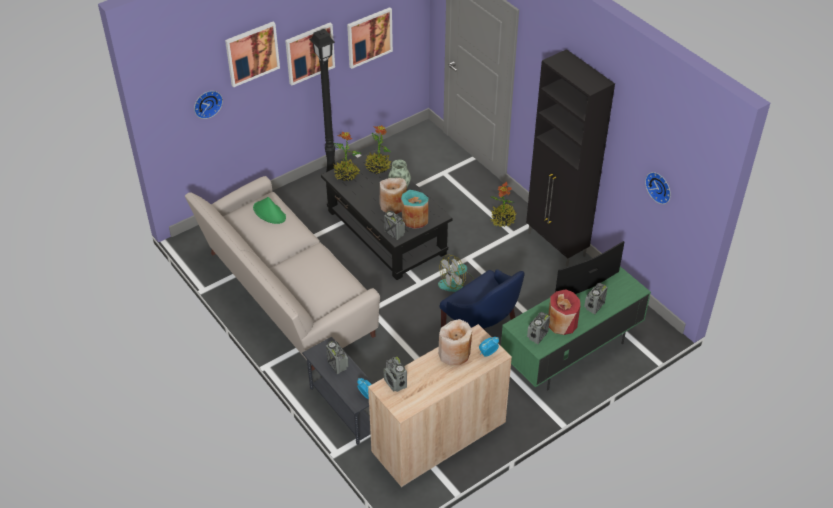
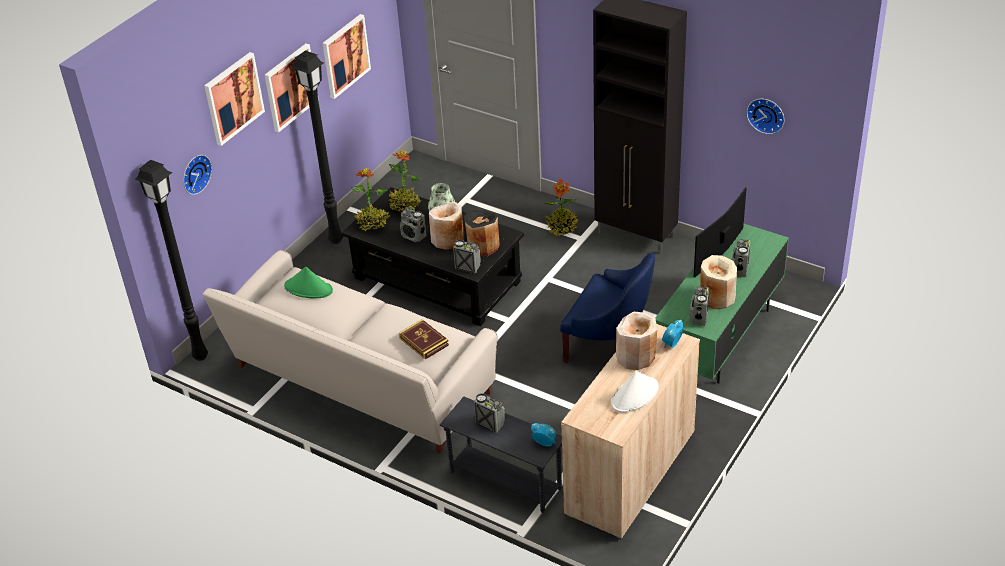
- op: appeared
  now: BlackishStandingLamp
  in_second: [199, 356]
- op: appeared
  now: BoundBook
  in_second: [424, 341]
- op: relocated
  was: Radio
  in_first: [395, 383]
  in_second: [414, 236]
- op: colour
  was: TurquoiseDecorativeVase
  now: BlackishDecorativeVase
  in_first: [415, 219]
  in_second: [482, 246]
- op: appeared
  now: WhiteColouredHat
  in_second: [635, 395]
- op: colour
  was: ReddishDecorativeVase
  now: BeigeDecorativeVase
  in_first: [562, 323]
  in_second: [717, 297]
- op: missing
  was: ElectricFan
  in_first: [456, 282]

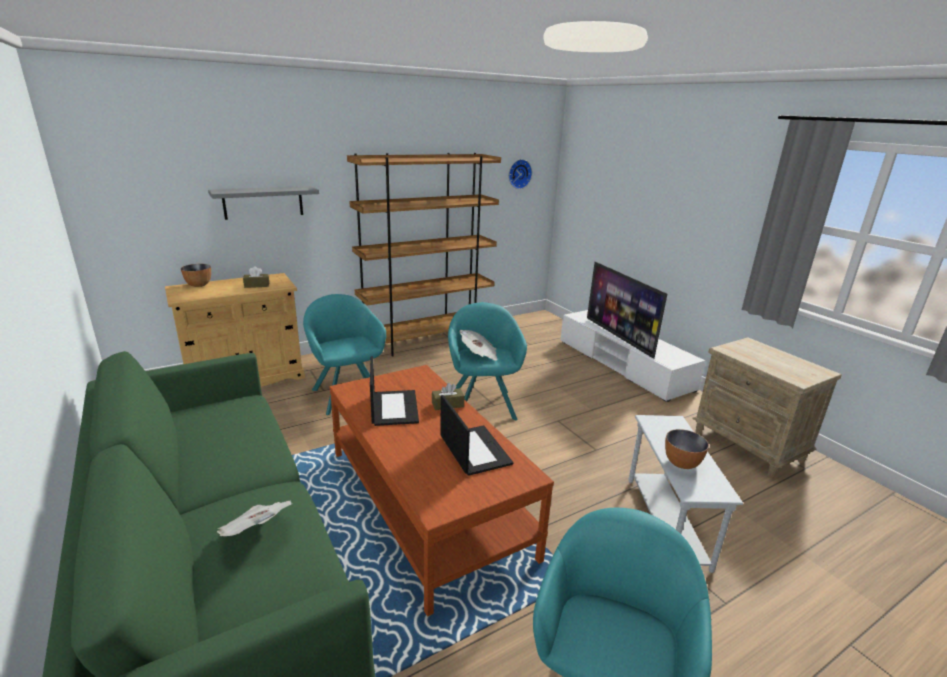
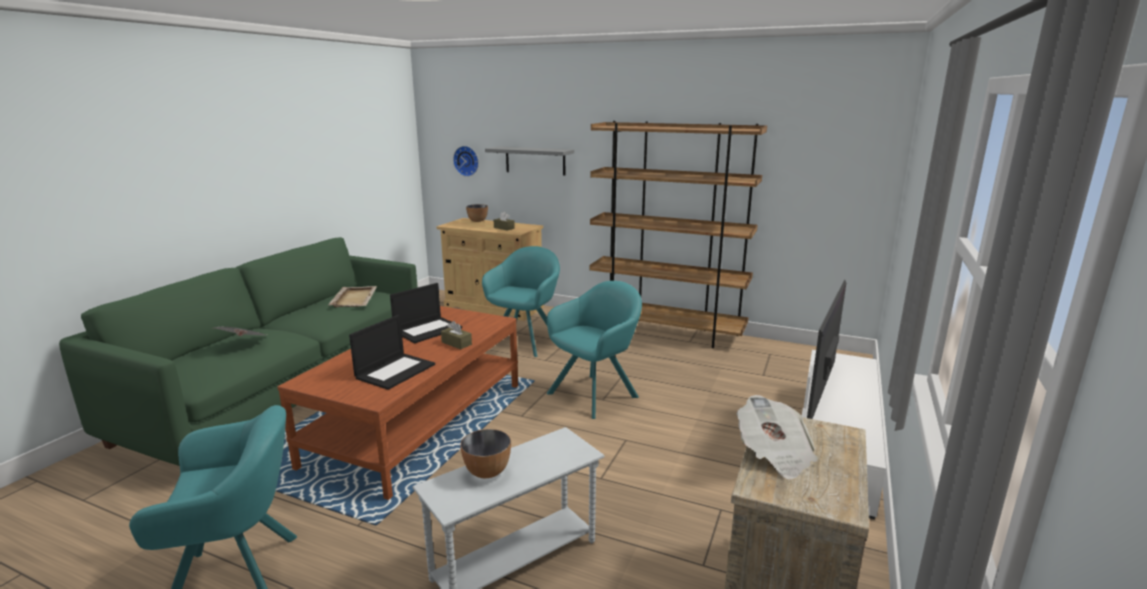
- op: appeared
  now: BeigeCarryingTray
  in_second: [354, 298]
- op: relocated
  was: HangingClock
  in_first: [519, 174]
  in_second: [467, 161]
- op: relocated
  was: DailyPaper
  in_first: [479, 355]
  in_second: [774, 455]

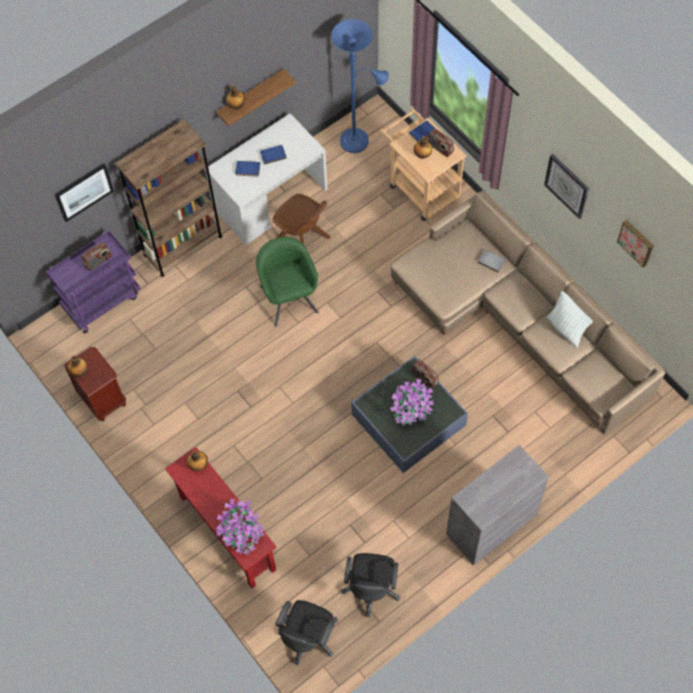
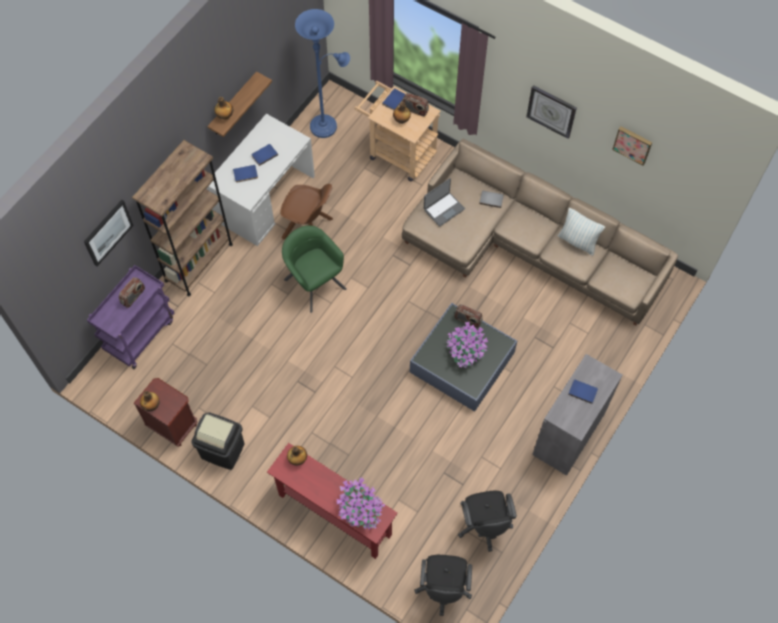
- op: appeared
  now: BlackishTrashCan
  in_second: [223, 450]
- op: appeared
  now: NotebookComputer
  in_second: [443, 209]
- op: appeared
  now: BluishBoundBook
  in_second: [583, 391]

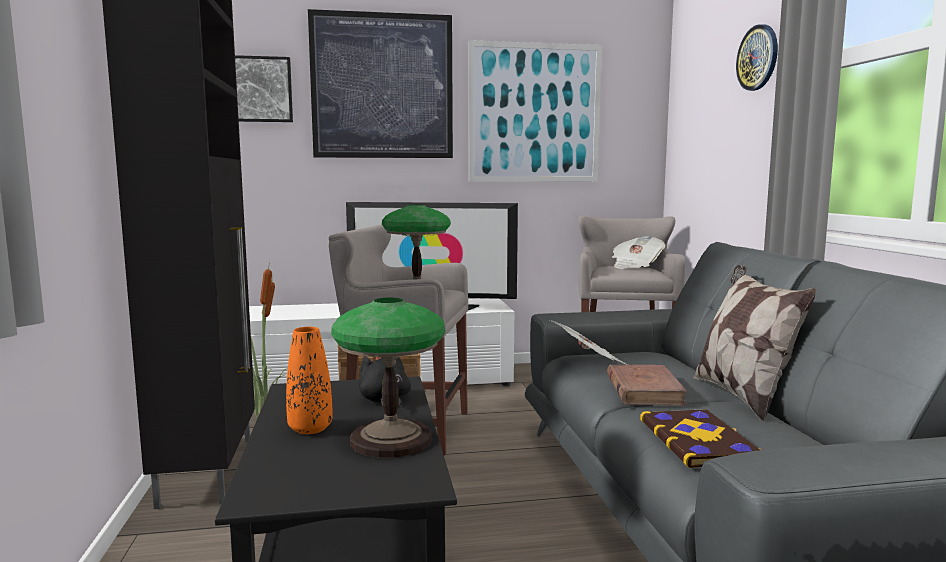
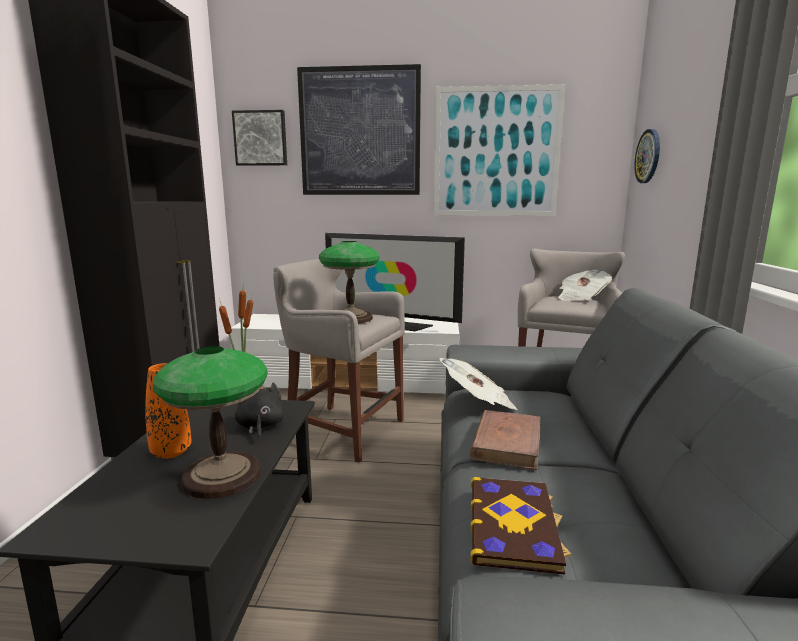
- op: relocated
  was: HangingClock
  in_first: [758, 58]
  in_second: [648, 156]
- op: missing
  was: ThrowPillow
  in_first: [742, 396]

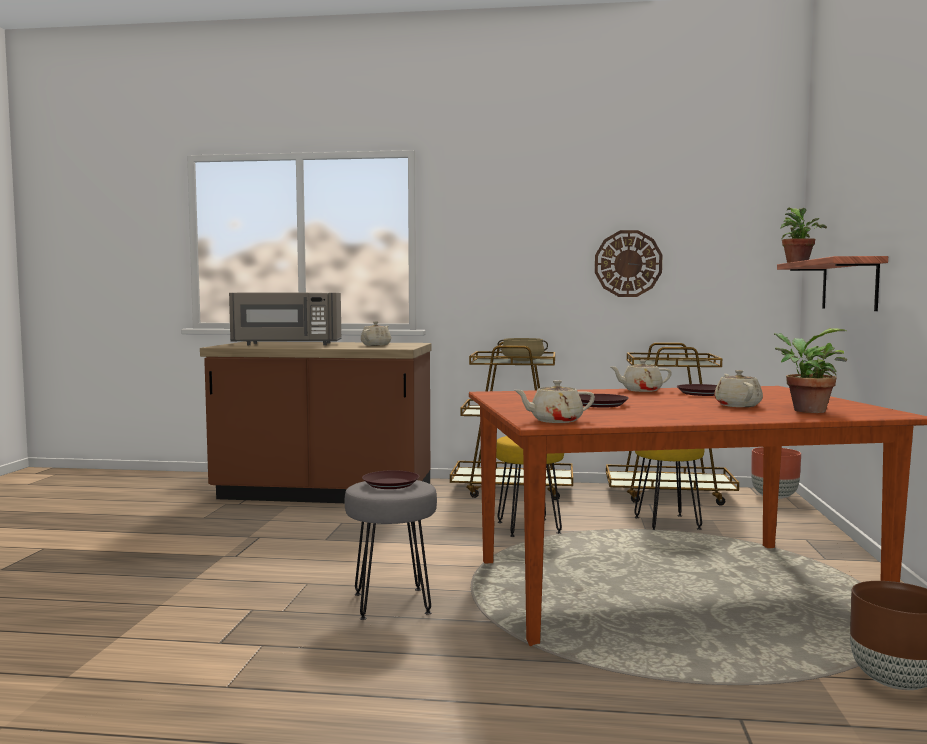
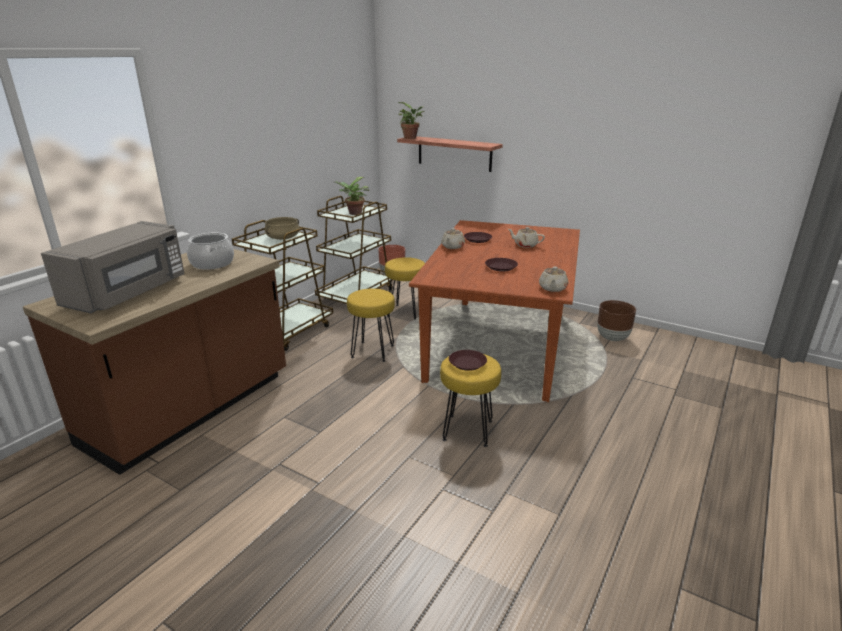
- op: exchanged
  was: BeigeTeapot
  now: CookingPot
  in_first: [376, 345]
  in_second: [213, 263]
- op: relocated
  was: PottedPlant
  in_first: [805, 410]
  in_second: [353, 213]
- op: colour
  was: GreyStoolSeat
  now: YellowStoolSeat
  in_first: [390, 603]
  in_second: [467, 430]
- op: missing
  was: HangingClock
  in_first: [628, 263]

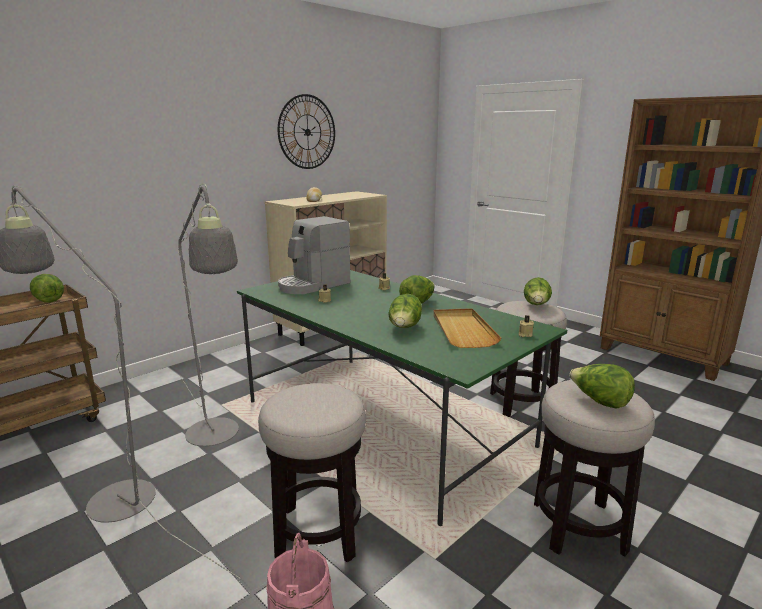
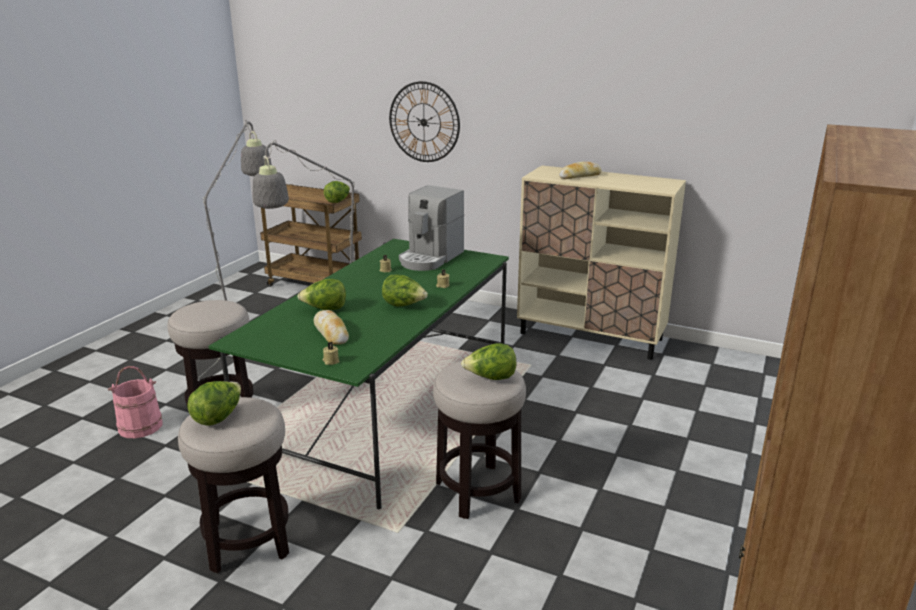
- op: exchanged
  was: BeigeCarryingTray
  now: BakeryBread
  in_first: [462, 330]
  in_second: [331, 332]
- op: relocated
  was: HangingClock
  in_first: [307, 132]
  in_second: [424, 122]
- op: spun
  was: CoffeeMaker
  in_first: [313, 285]
  in_second: [430, 258]
  clockwise: -90

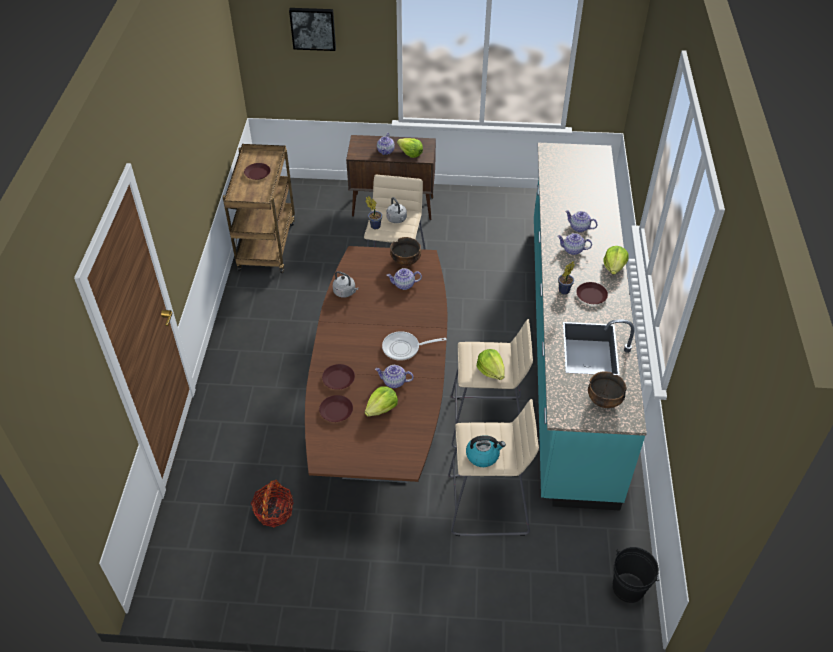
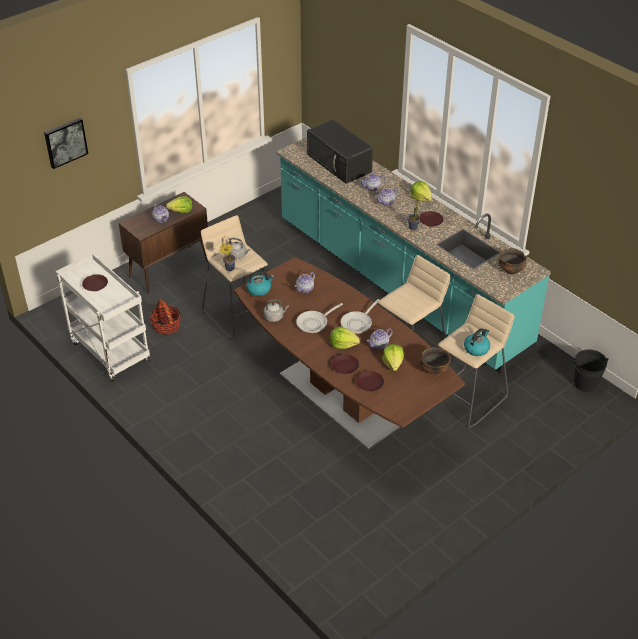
- op: colour
  was: BrownColouredTrolley
  now: WhiteColouredTrolley
  in_first: [266, 244]
  in_second: [108, 351]
- op: relocated
  was: Basket
  in_first: [274, 511]
  in_second: [166, 326]
- op: appeared
  now: Kettle
  in_second: [259, 289]
- op: appeared
  now: Skillet
  in_second: [314, 323]
- op: appeared
  now: BlackishMicrowaveOven
  in_second: [340, 163]
- op: relocated
  was: LettuceHead
  in_first: [491, 370]
  in_second: [343, 344]
- op: relocated
  was: ServingBowl
  in_first: [406, 261]
  in_second: [434, 370]

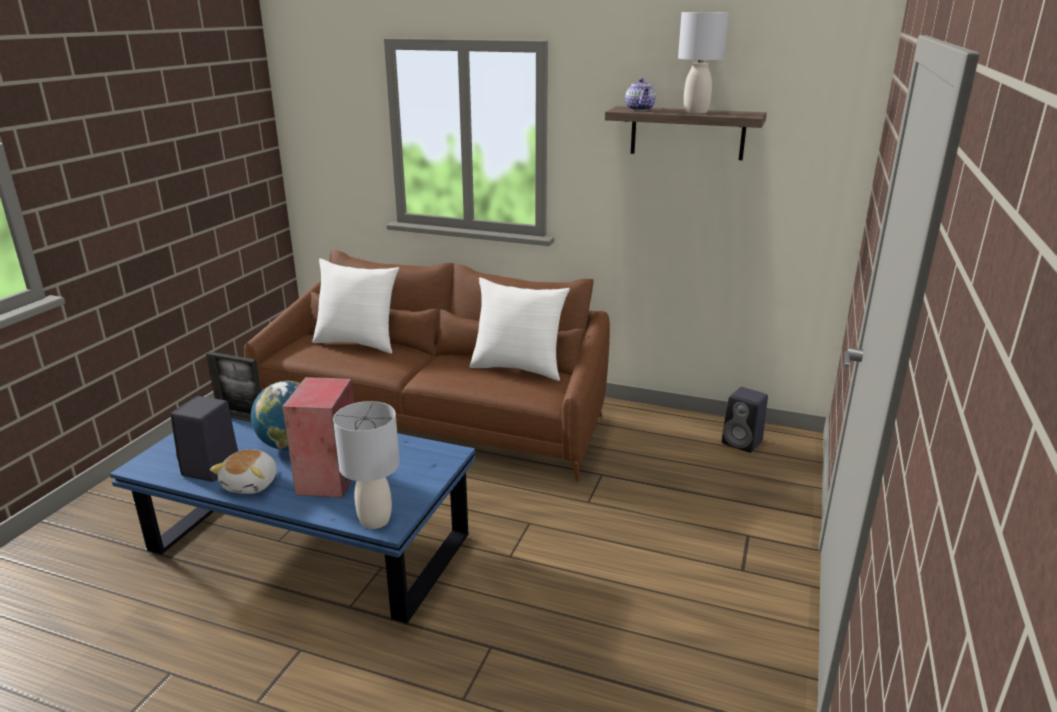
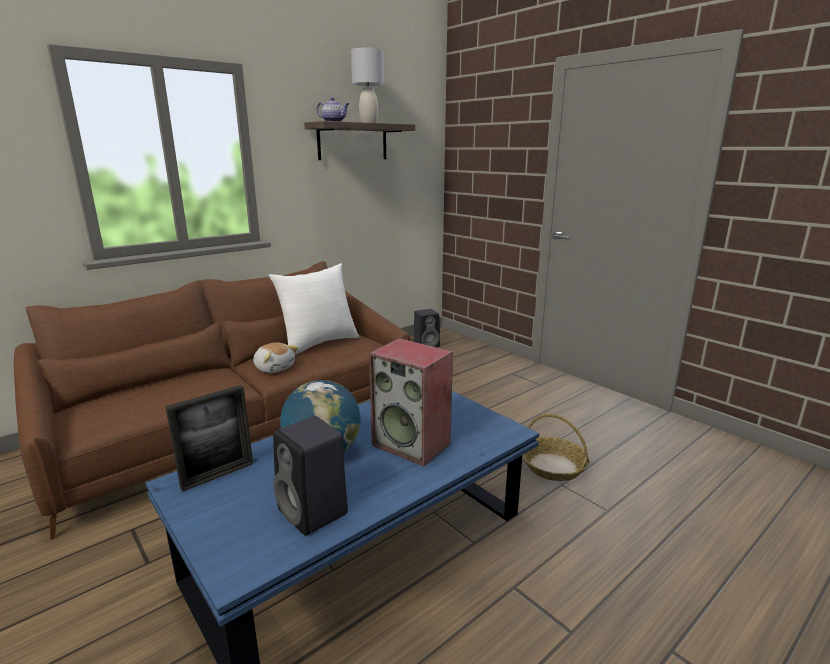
- op: relocated
  was: CuddlyToy
  in_first: [252, 484]
  in_second: [274, 368]
- op: appeared
  now: Basket
  in_second: [553, 466]
- op: missing
  was: WhiteColouredThrowPillow
  in_first: [358, 343]
- op: missing
  was: GreyTableLamp
  in_first: [374, 520]

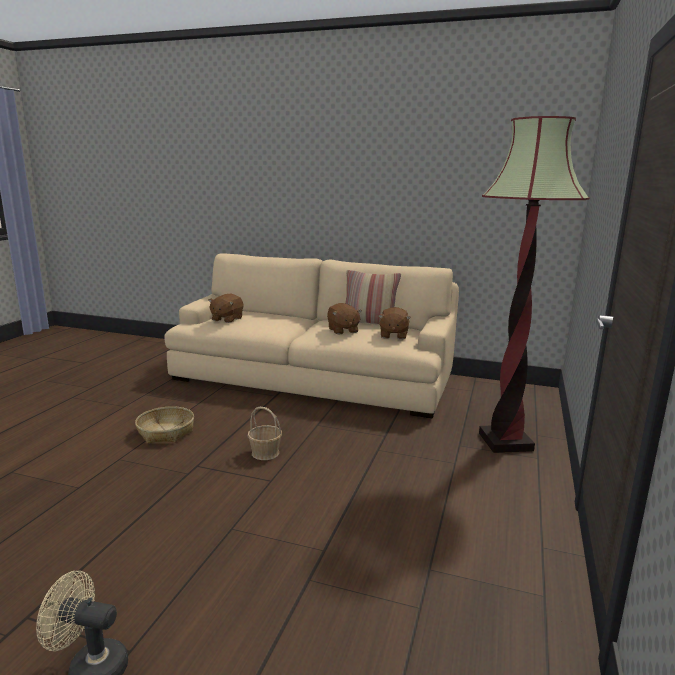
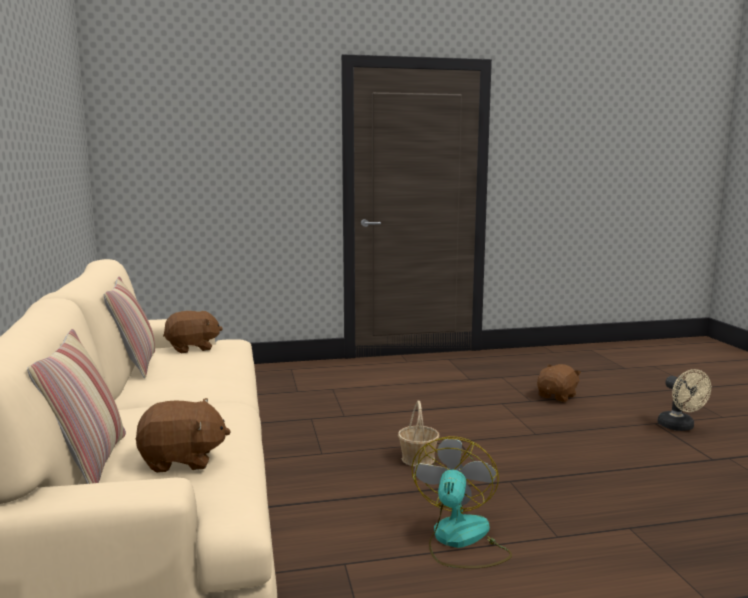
- op: appeared
  now: ThrowPillow
  in_second: [89, 462]
- op: exchanged
  was: Basket
  now: ElectricFan
  in_first: [166, 432]
  in_second: [460, 540]
- op: relocated
  was: BrownColouredCuddlyToy
  in_first: [342, 330]
  in_second: [557, 396]
- op: missing
  was: StandingLamp
  in_first: [505, 442]

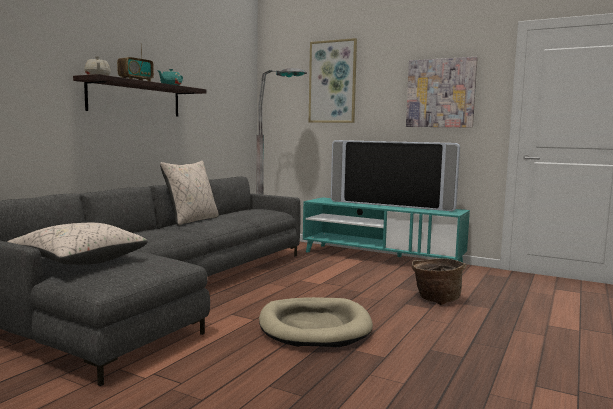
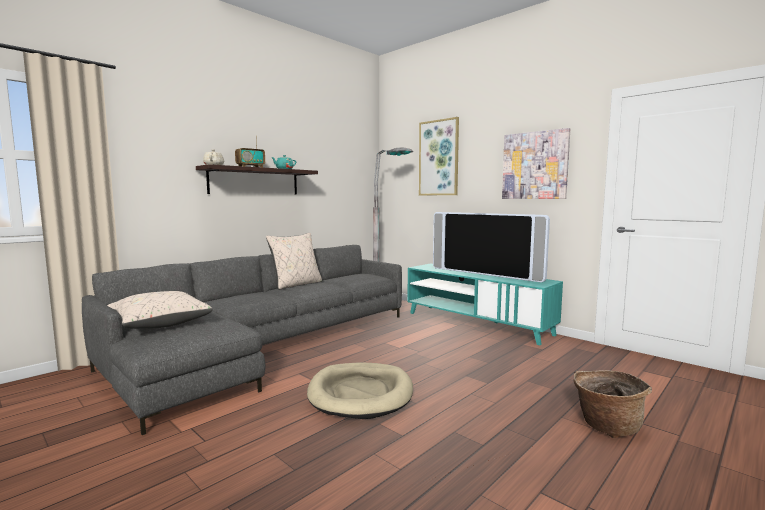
- op: relocated
  was: Basket
  in_first: [436, 299]
  in_second: [606, 426]

